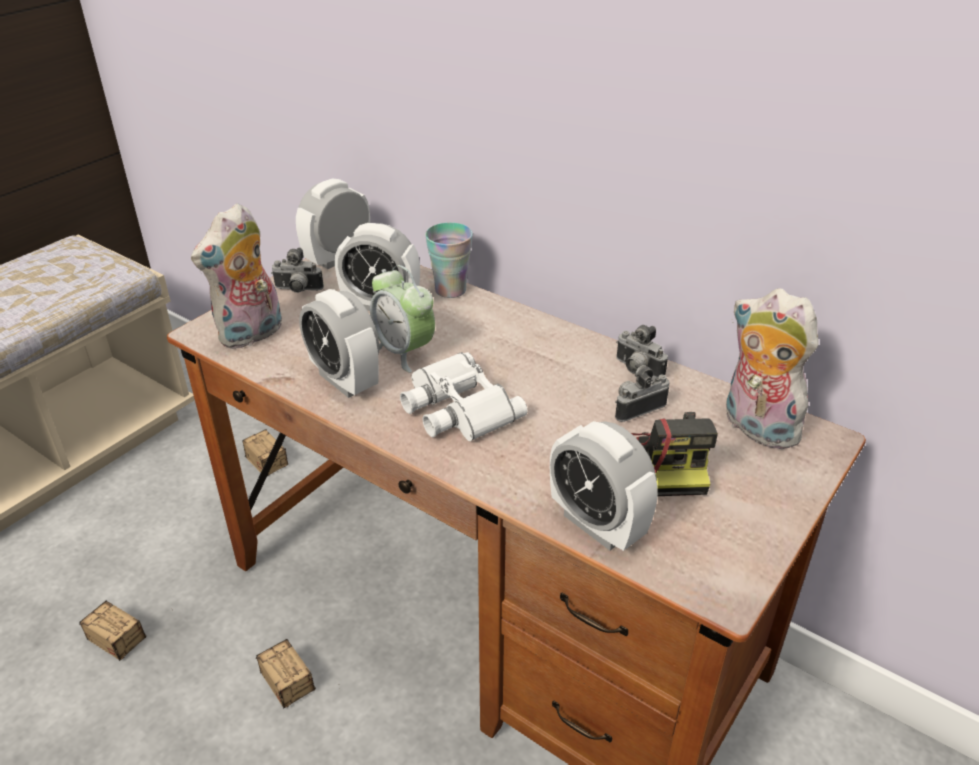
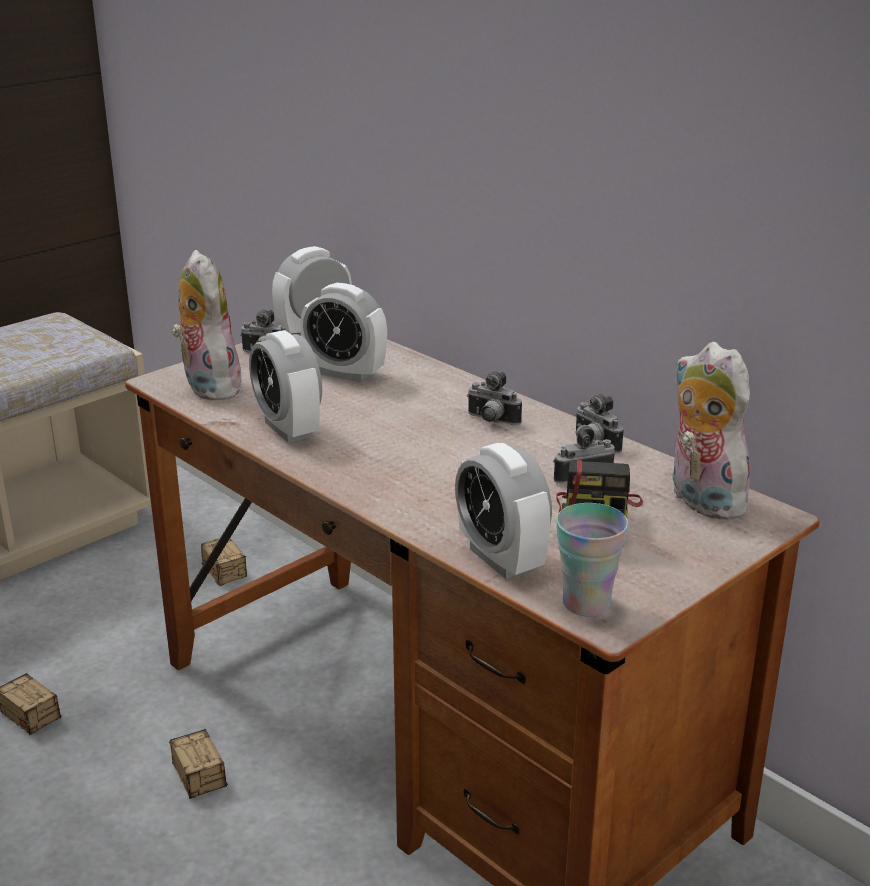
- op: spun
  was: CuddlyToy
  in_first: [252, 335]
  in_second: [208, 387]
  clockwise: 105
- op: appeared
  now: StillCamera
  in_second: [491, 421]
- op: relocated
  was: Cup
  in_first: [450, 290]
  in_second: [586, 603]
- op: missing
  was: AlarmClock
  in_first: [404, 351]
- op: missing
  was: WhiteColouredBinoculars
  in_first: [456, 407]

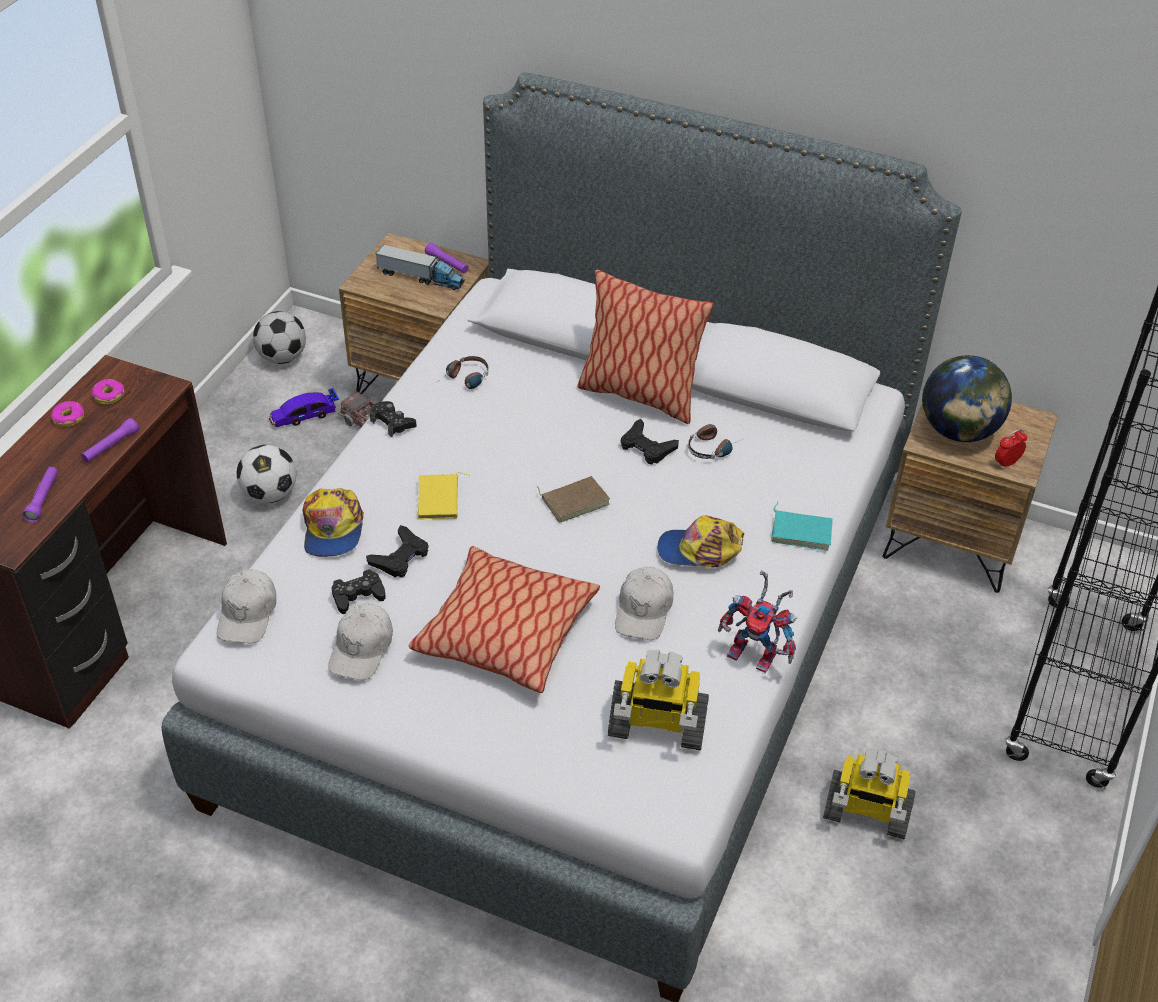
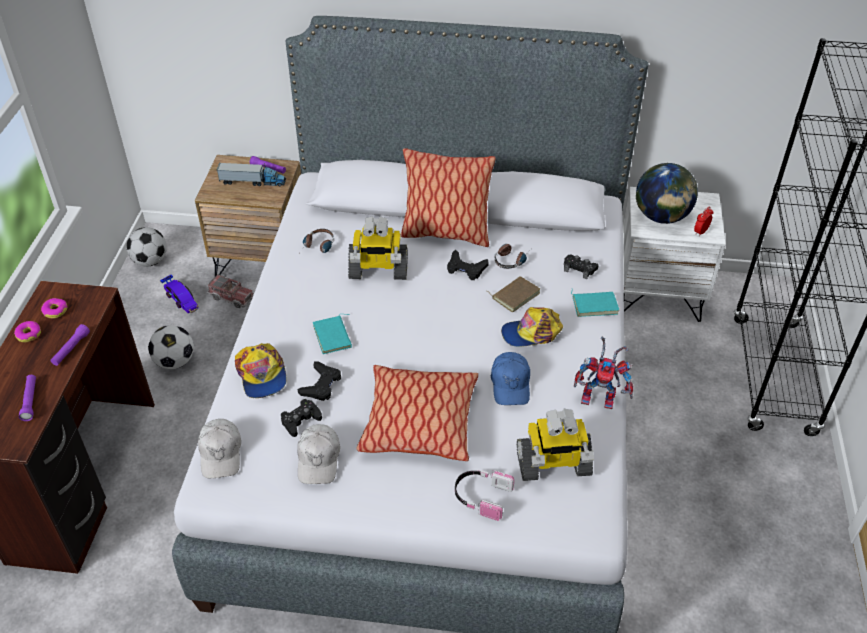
- op: spun
  was: ToyCar
  in_first: [304, 415]
  in_second: [181, 299]
  clockwise: -90
- op: colour
  was: YellowBoundBook
  now: TurquoiseBoundBook
  in_first: [440, 499]
  in_second: [334, 336]
- op: relocated
  was: ToyRobot
  in_first: [866, 812]
  in_second: [378, 270]
- op: appeared
  now: Headphones
  in_second: [481, 497]
- op: relocated
  was: BrownColouredBoundBook
  in_first: [574, 500]
  in_second: [515, 295]
- op: colour
  was: WhiteColouredBaseballCap
  now: BluishBaseballCap
  in_first: [644, 610]
  in_second: [510, 384]
- op: relocated
  was: BlackishGamepad
  in_first: [392, 422]
  in_second: [579, 269]
- op: colour
  was: BrownColouredNightTable
  now: WhiteColouredNightTable
  in_first: [952, 540]
  in_second: [658, 293]

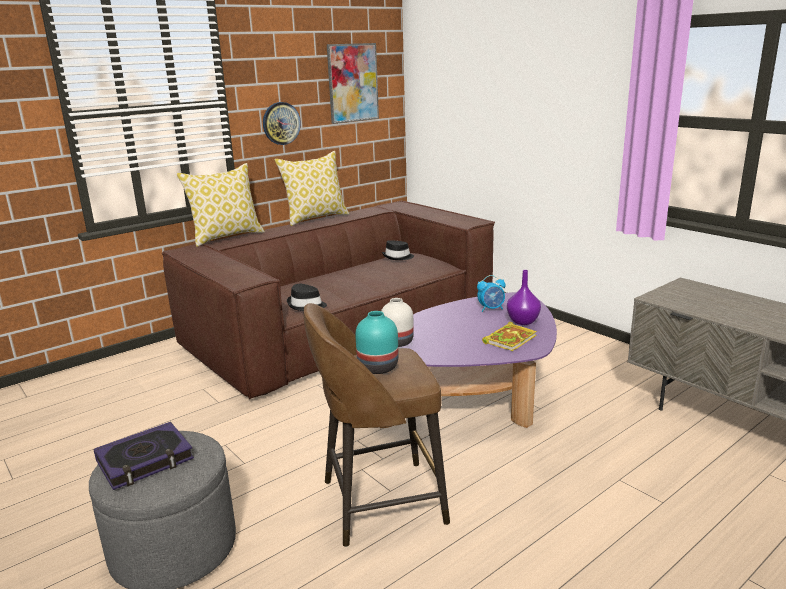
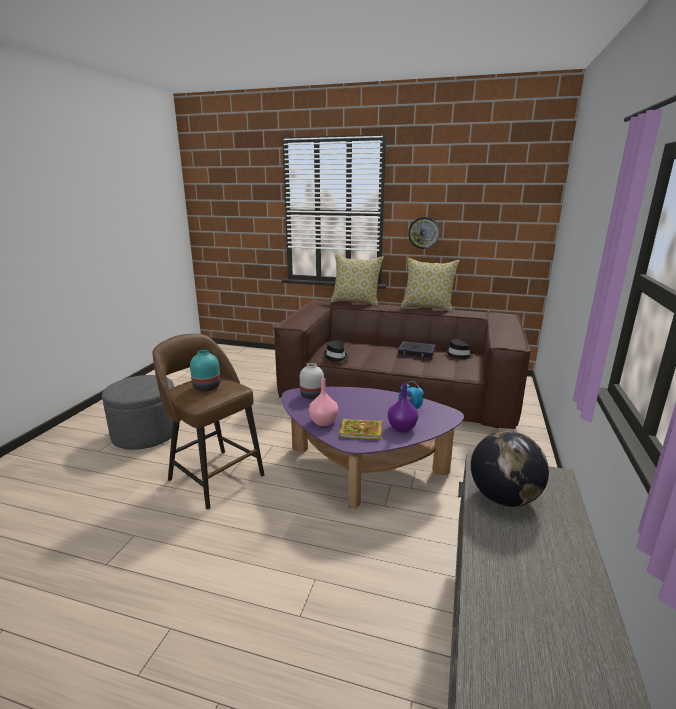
- op: appeared
  now: PinkColouredDecorativeVase
  in_second: [324, 422]
- op: relocated
  was: BoundBook
  in_first: [145, 460]
  in_second: [416, 353]
- op: appeared
  now: Globe
  in_second: [503, 498]
- op: missing
  was: Picture
  in_first: [352, 83]

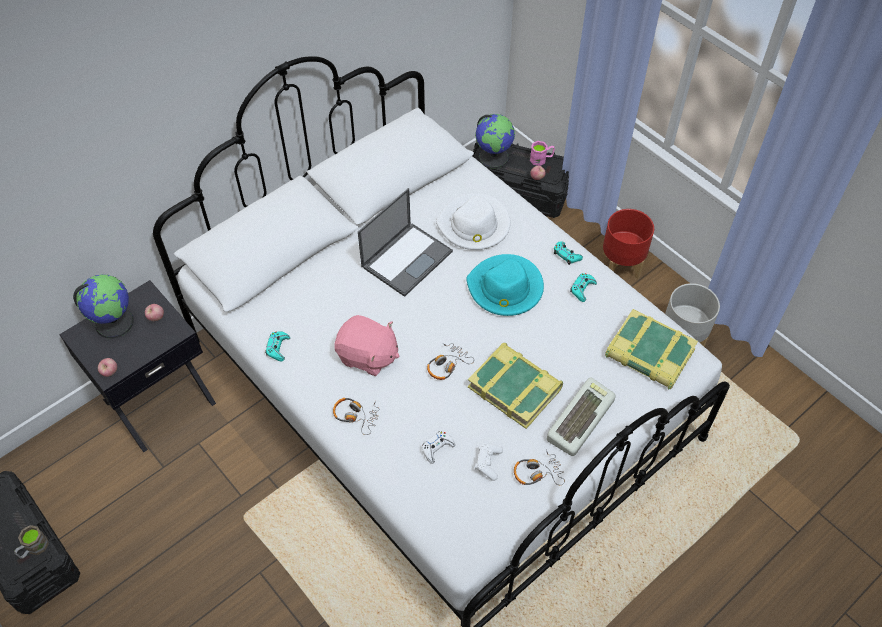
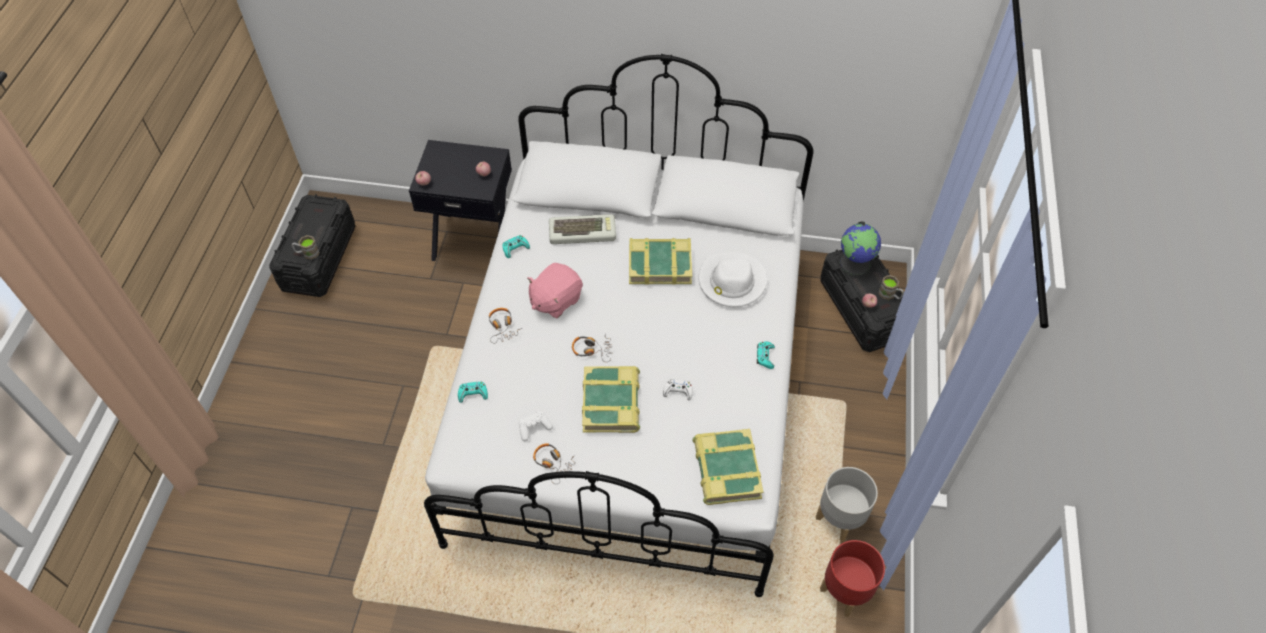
- op: relocated
  was: TurquoiseGamepad
  in_first: [582, 289]
  in_second: [473, 394]
- op: spun
  was: PinkColouredCuddlyToy
  in_first: [367, 356]
  in_second: [555, 300]
  clockwise: 60
- op: relocated
  was: ComputerKeyboard
  in_first: [579, 418]
  in_second: [583, 232]
- op: exchanged
  was: NotebookComputer
  now: BoundBook
  in_first: [407, 258]
  in_second: [660, 264]
- op: relocated
  was: WhiteColouredGamepad
  in_first: [437, 448]
  in_second: [678, 391]
- op: relocated
  was: ReddishPlantPot
  in_first: [621, 265]
  in_second: [846, 592]
- op: colour
  was: PinkColouredTeaMug
  now: BrownColouredTeaMug
  in_first: [541, 159]
  in_second: [890, 295]
- op: missing
  was: Globe
  in_first: [114, 322]
- op: missing
  was: TurquoiseHat
  in_first: [505, 288]

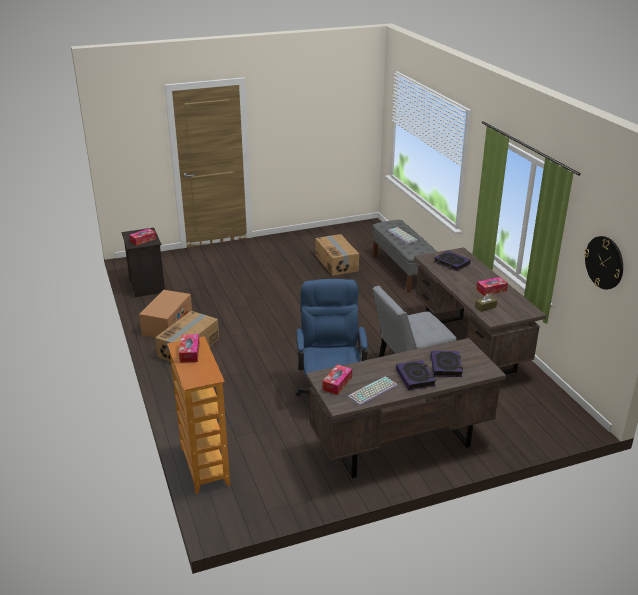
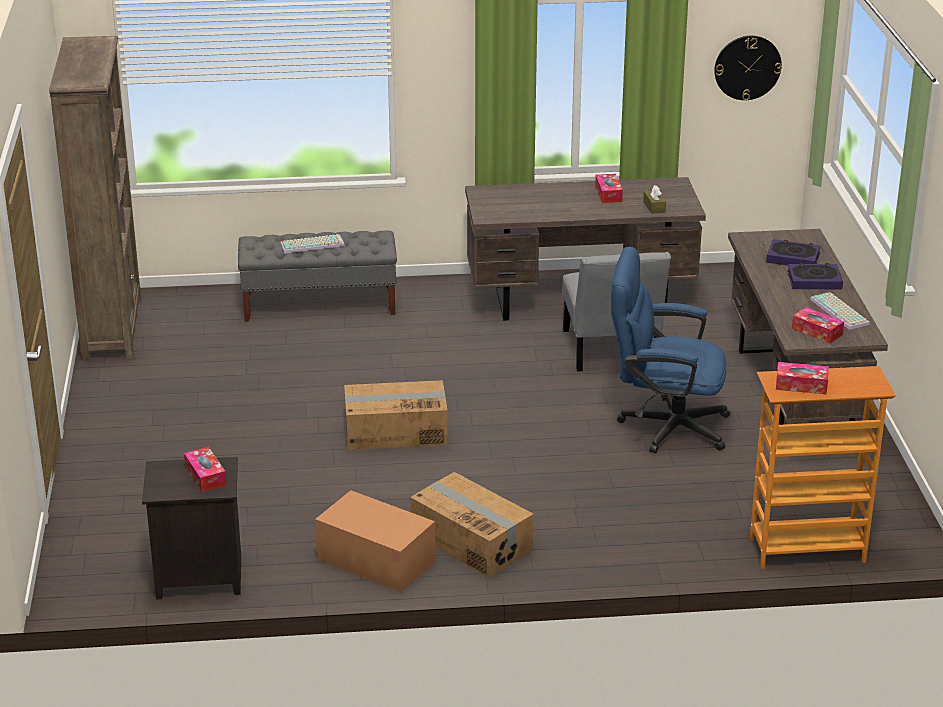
- op: appeared
  now: BrownColouredBookcase
  in_second: [112, 327]
- op: relocated
  was: PackingBox
  in_first: [337, 263]
  in_second: [395, 431]
- op: missing
  was: BoundBook
  in_first: [451, 263]

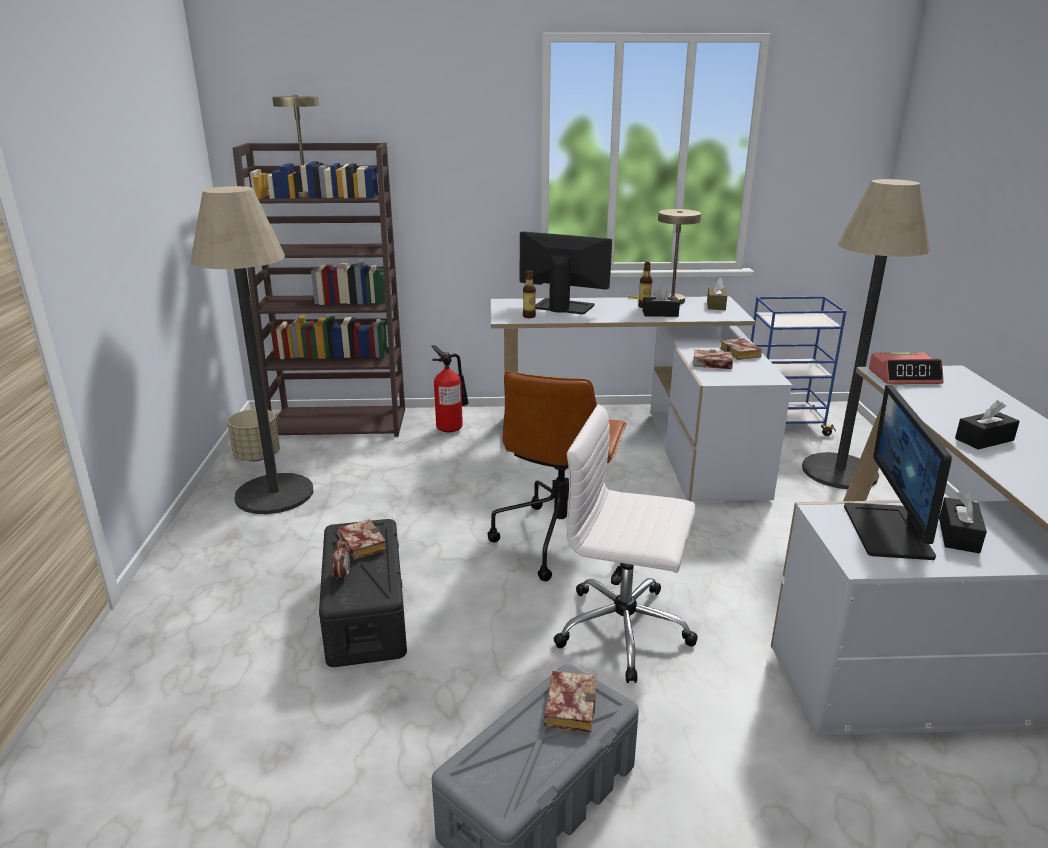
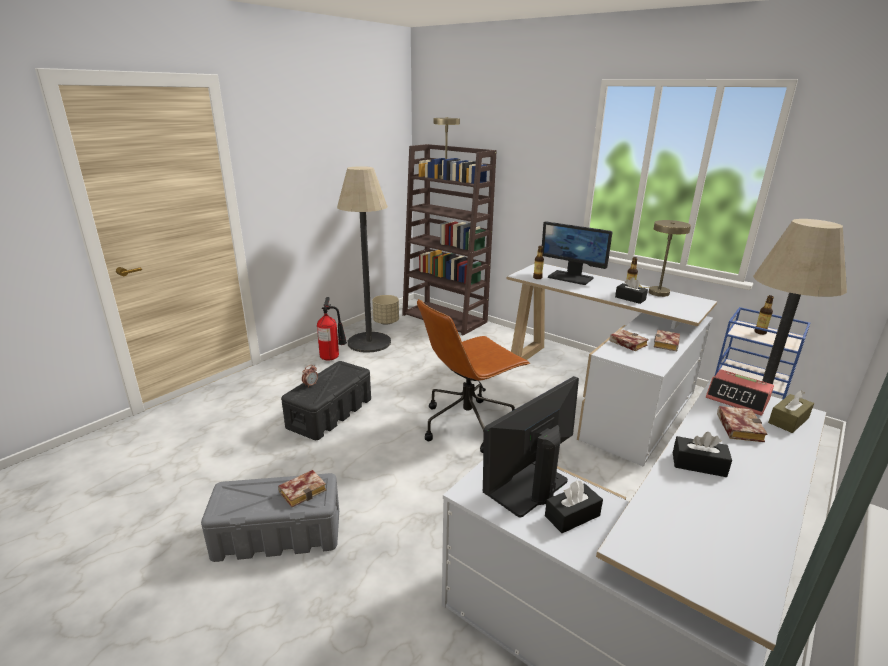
- op: relocated
  was: Extinguisher
  in_first: [451, 428]
  in_second: [332, 357]
- op: spun
  was: ComputerScreen
  in_first: [563, 307]
  in_second: [571, 277]
  clockwise: 150
- op: relocated
  was: BoundBook
  in_first: [360, 543]
  in_second: [737, 427]
- op: appeared
  now: BeverageBottle
  in_second: [760, 332]
- op: relocated
  was: BrownColouredTissueHolder
  in_first: [716, 305]
  in_second: [788, 420]
- op: missing
  was: WhiteColouredDeskChair
  in_first: [626, 630]

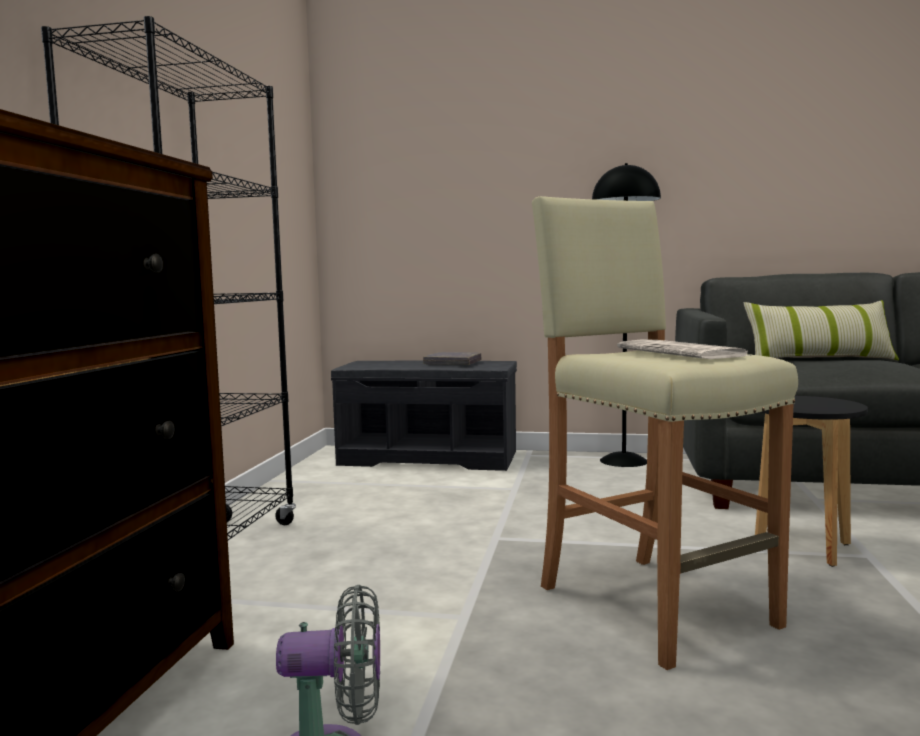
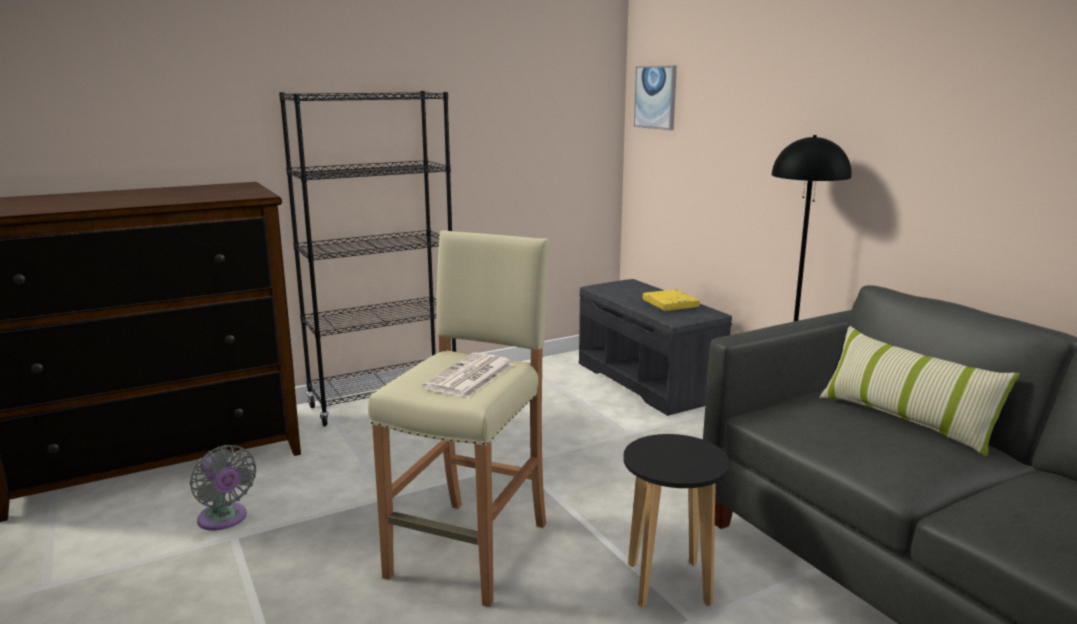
- op: appeared
  now: Picture
  in_second: [656, 97]
- op: colour
  was: GreyBoundBook
  now: YellowBoundBook
  in_first: [452, 363]
  in_second: [670, 304]

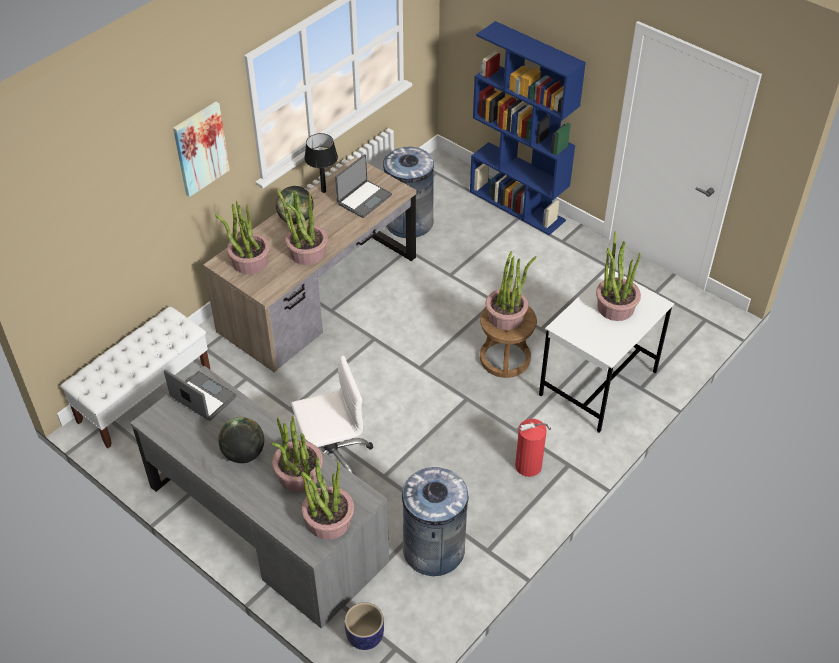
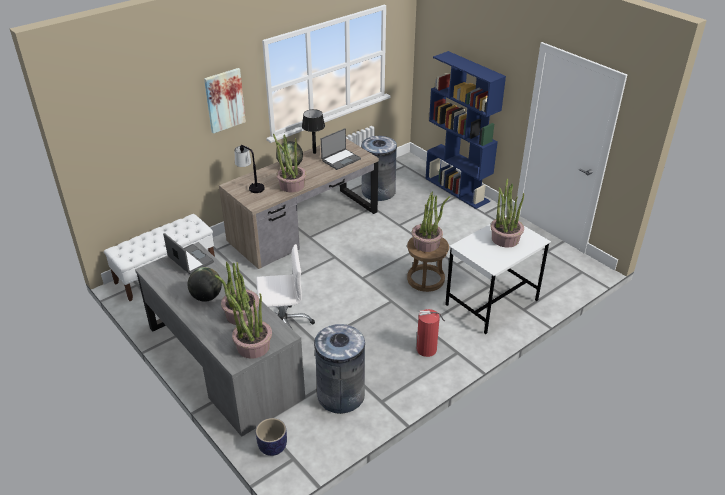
- op: exchanged
  was: PottedPlant
  now: TableLamp
  in_first: [250, 262]
  in_second: [250, 186]

